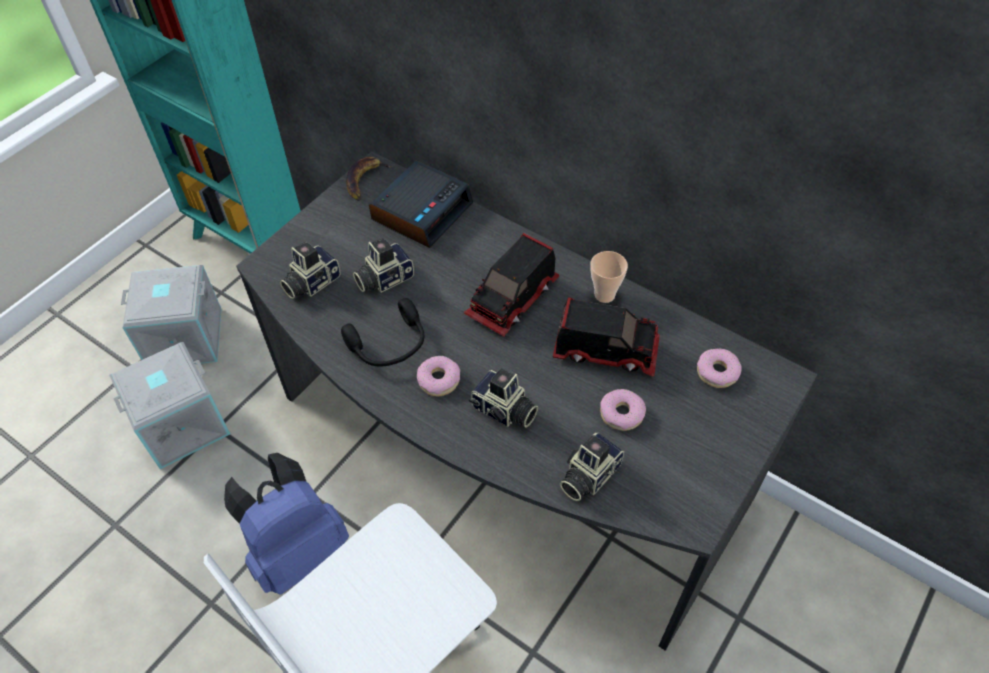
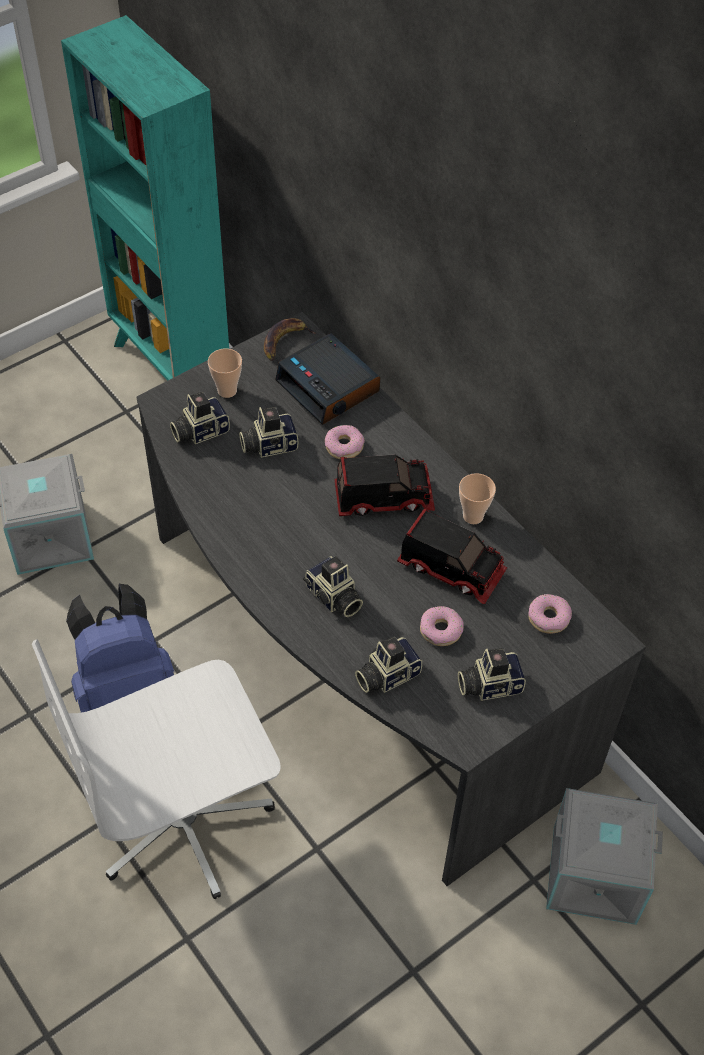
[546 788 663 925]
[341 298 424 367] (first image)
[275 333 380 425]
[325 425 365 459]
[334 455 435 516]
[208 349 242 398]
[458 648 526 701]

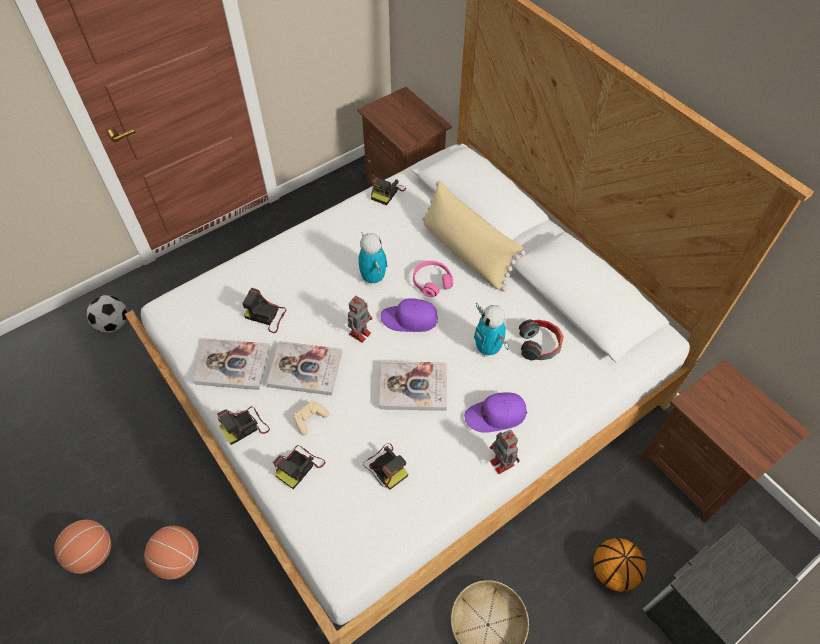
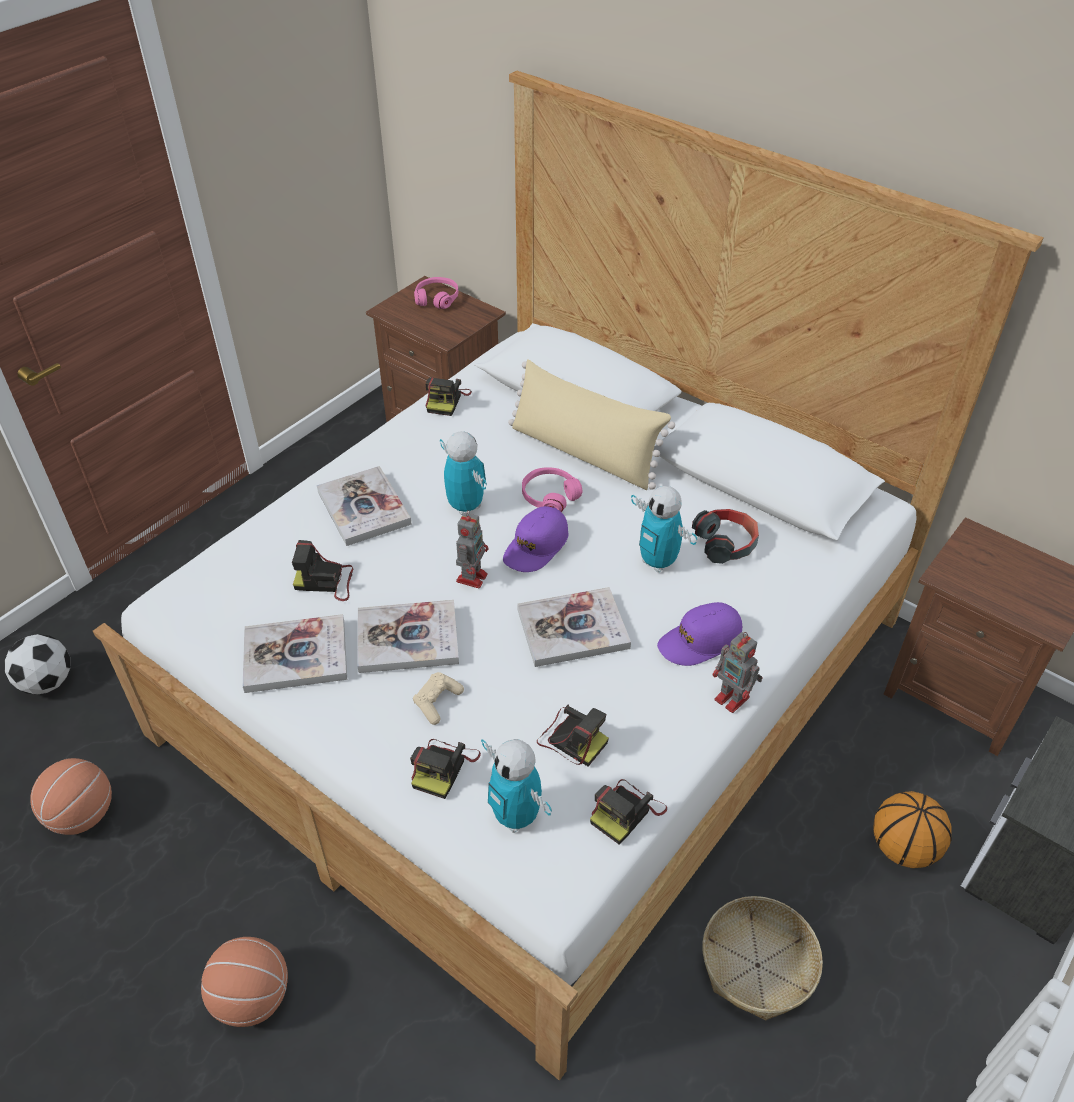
[30 758 112 835]
[590 779 667 844]
[503 506 568 572]
[317 466 412 546]
[414 277 458 309]
[481 739 552 833]

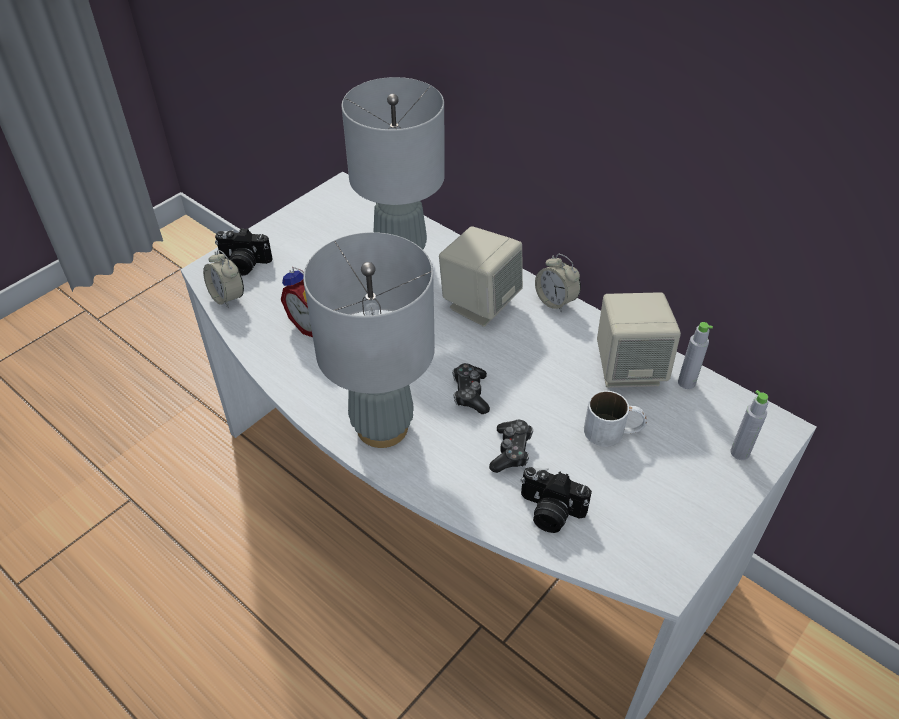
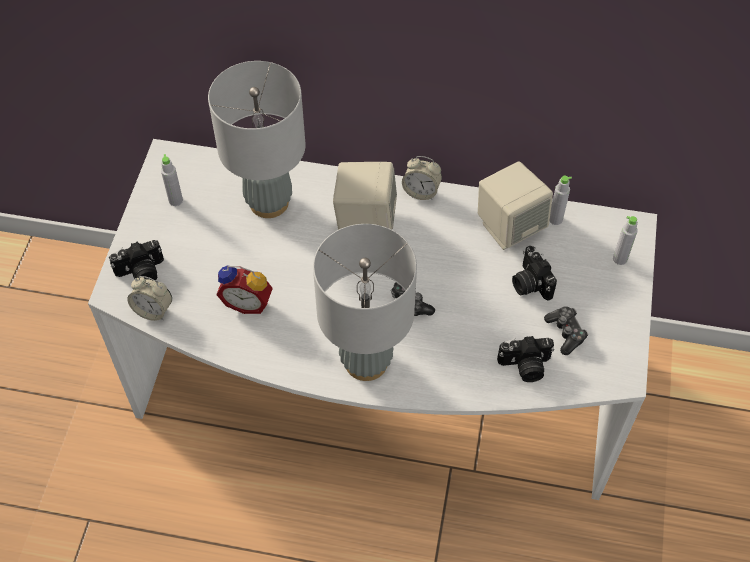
[544 306 588 355]
[512 246 557 300]
[161 154 183 206]

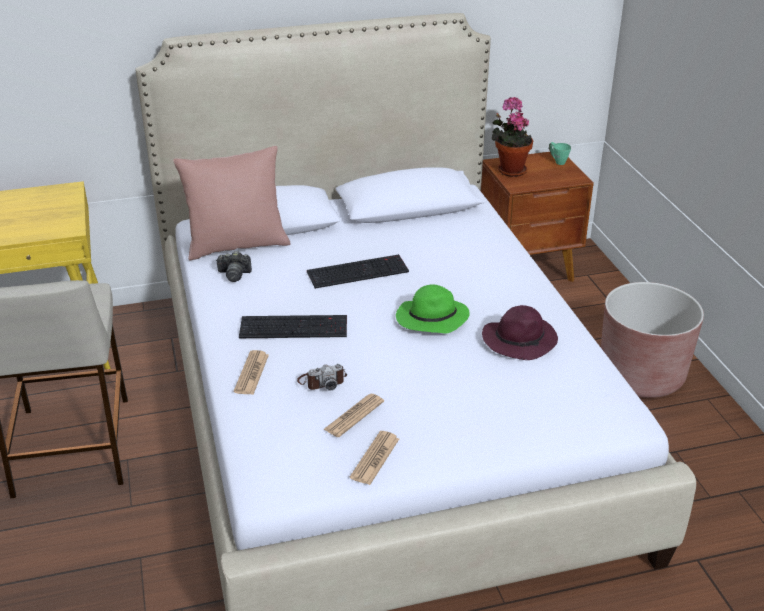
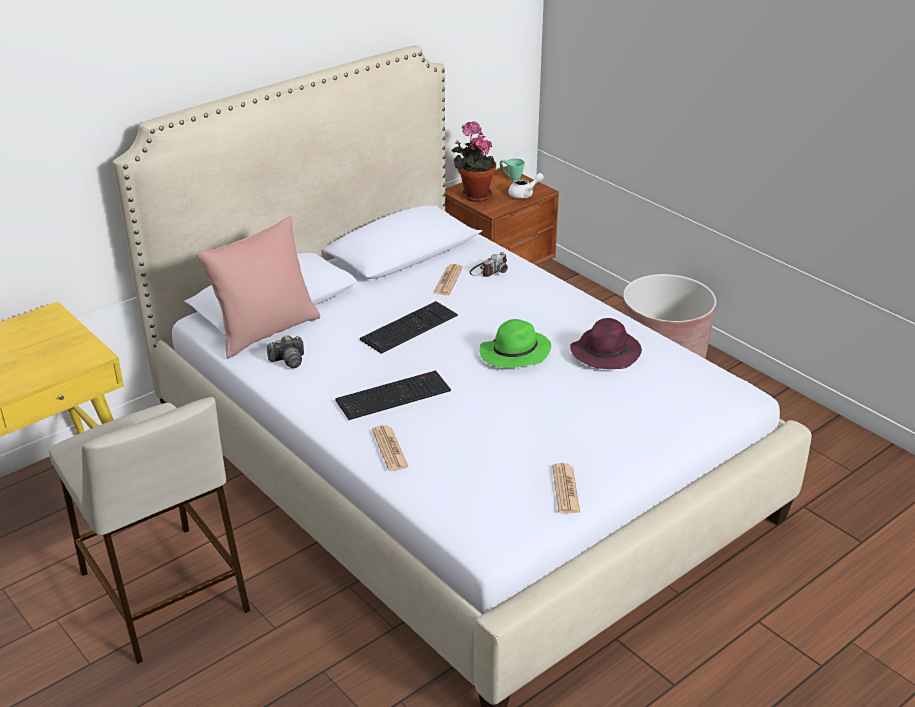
[469 252 508 277]
[434 264 463 295]
[508 173 544 199]

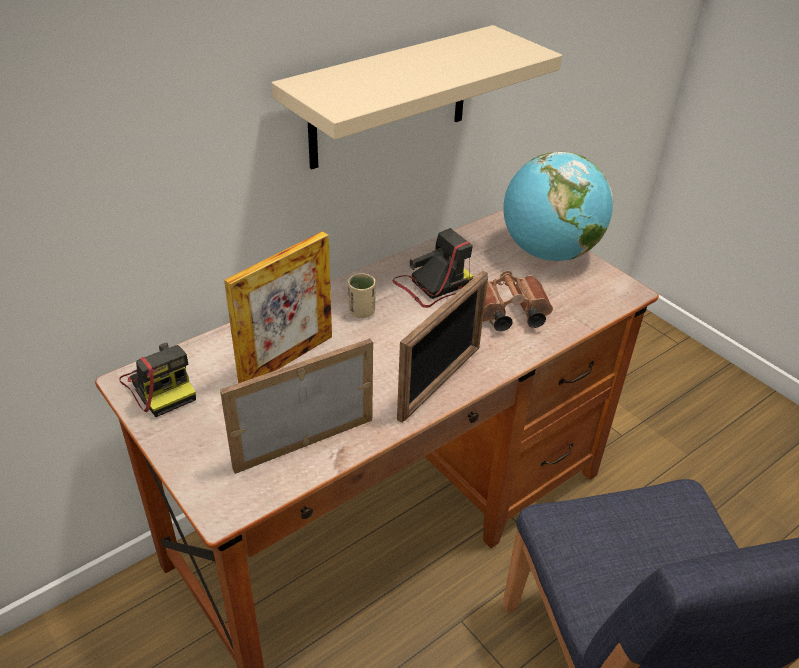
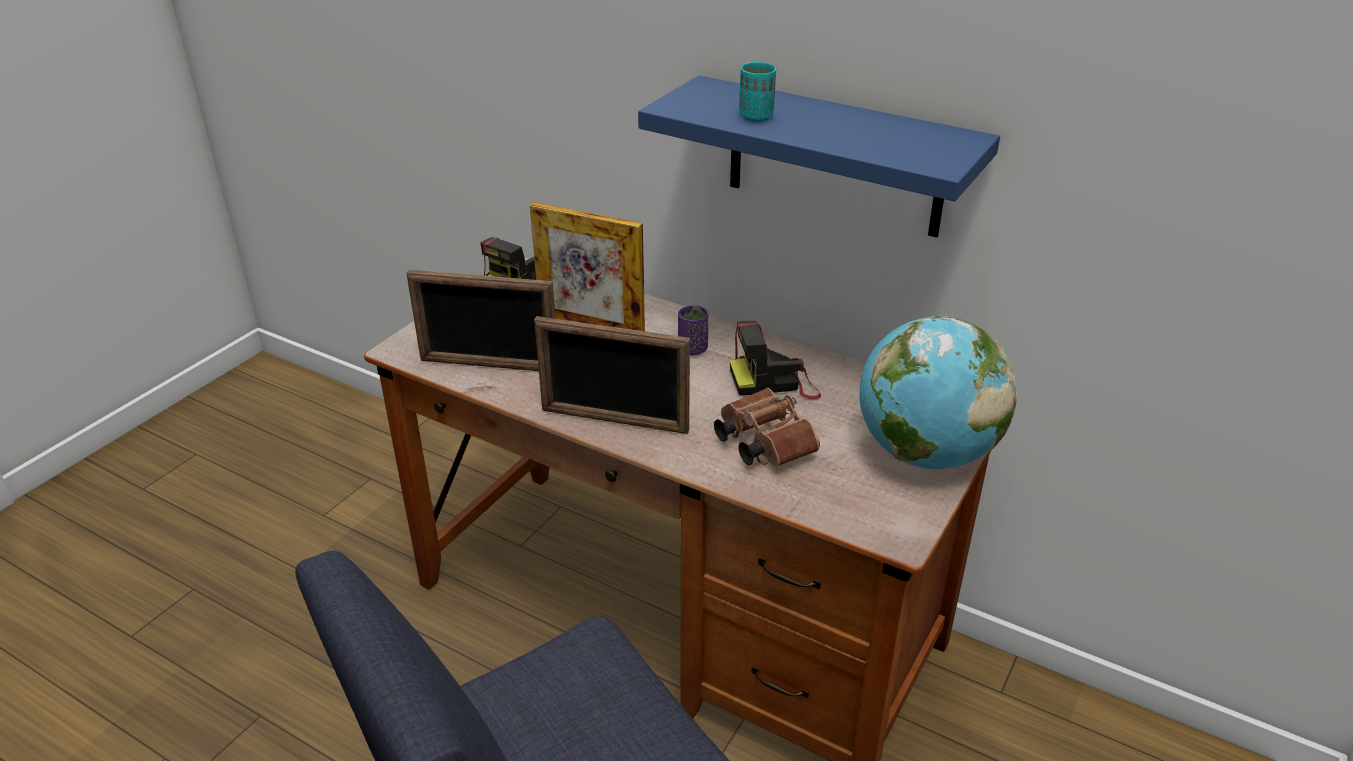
[406 270 555 371]
[638 75 1000 238]
[678 305 708 355]
[730 321 821 399]
[739 62 776 122]

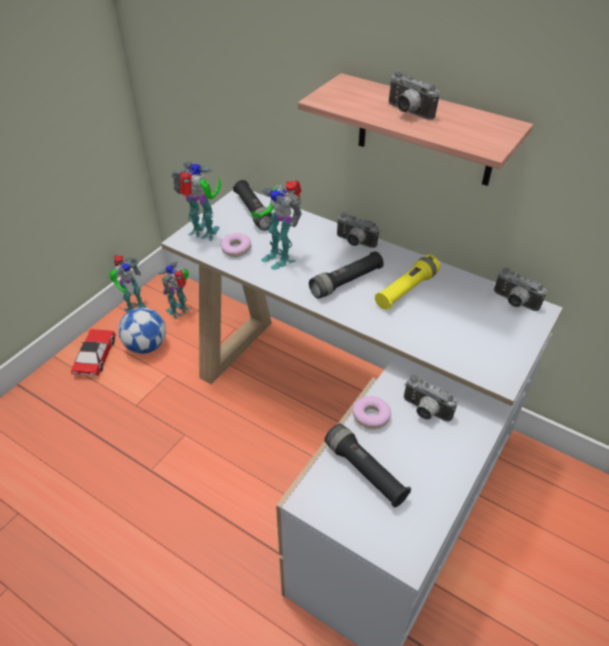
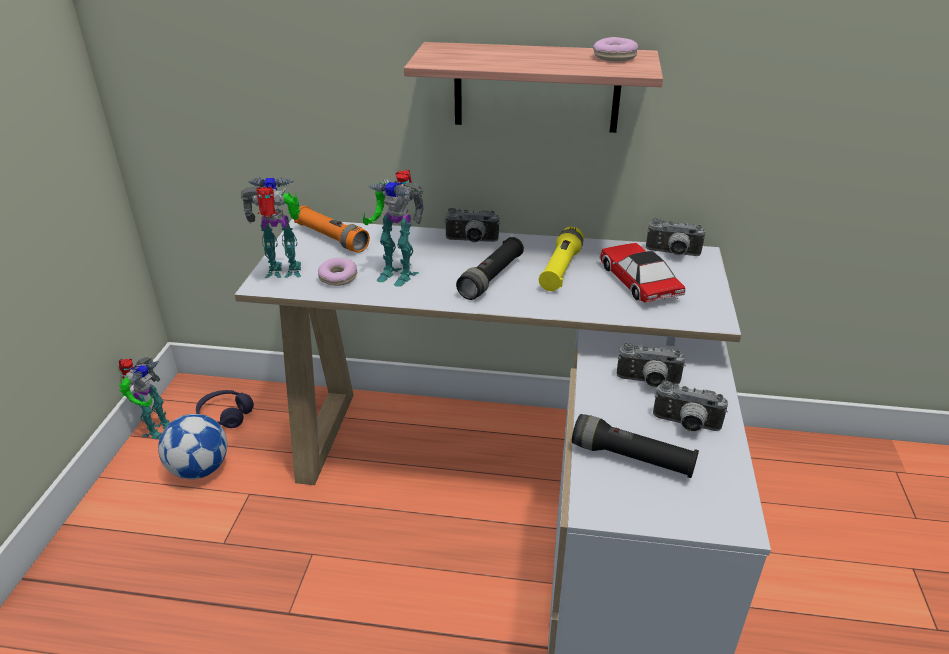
[599 243 685 303]
[196 390 254 428]
[294 206 370 253]
[593 37 638 62]
[653 380 728 432]

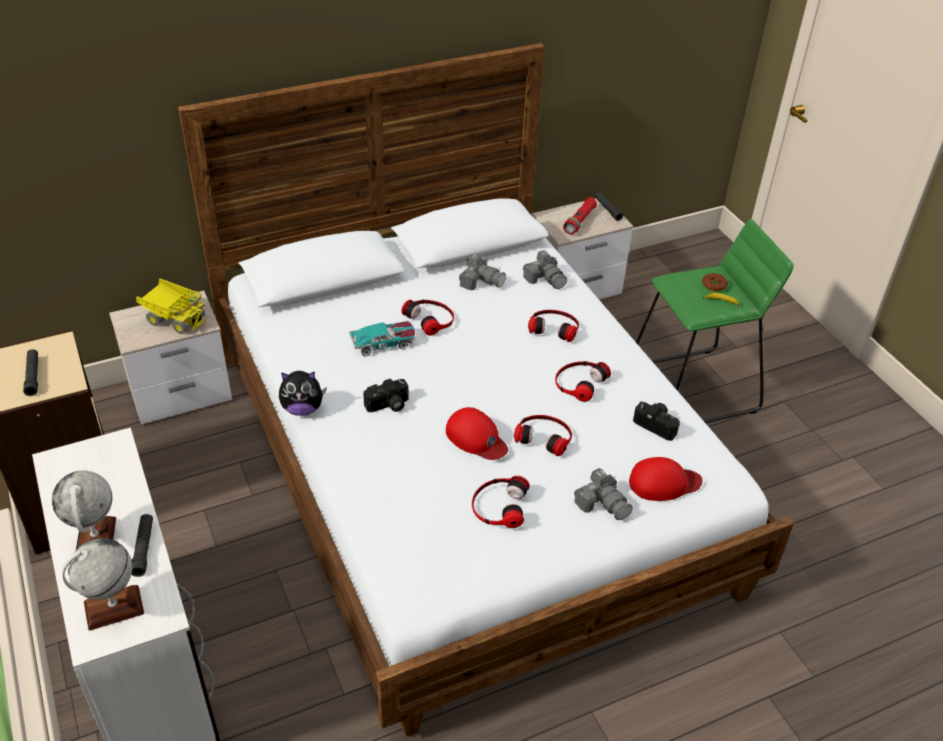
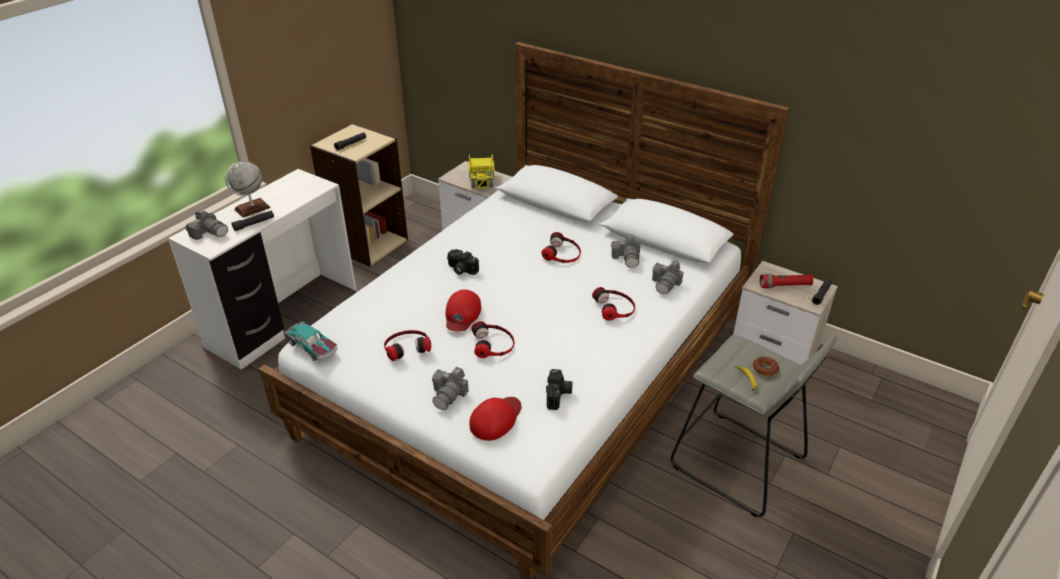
[185 209 228 240]
[279 371 327 416] (first image)
[285 321 337 361]
[555 361 611 402] (first image)
[470 397 521 441]
[671 335 837 517]

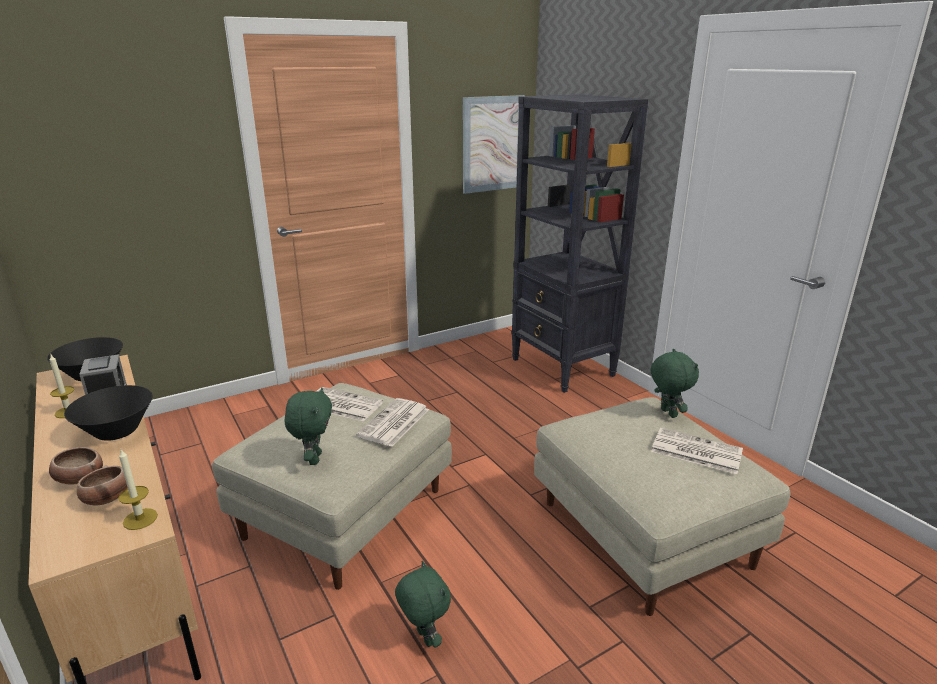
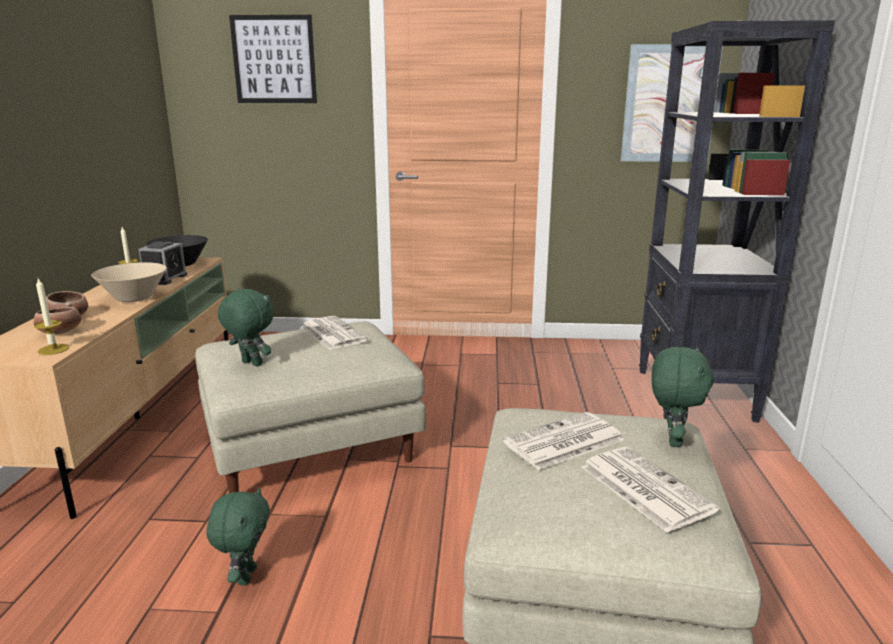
[92 262 167 302]
[218 288 274 367]
[503 412 624 470]
[229 15 317 103]

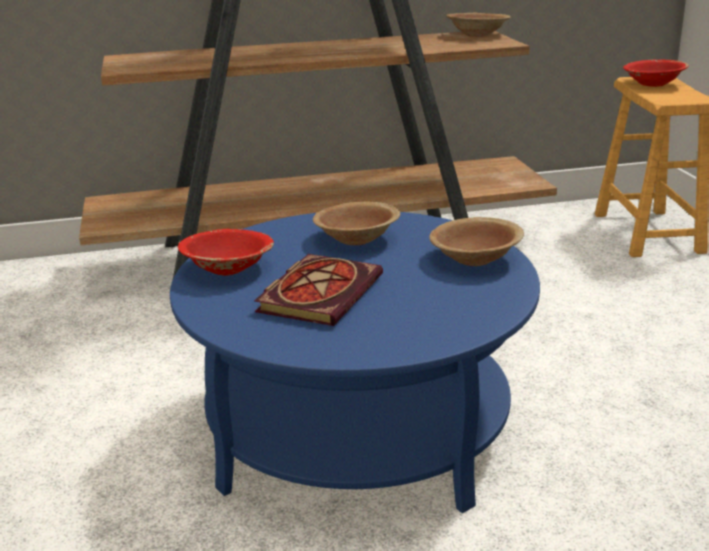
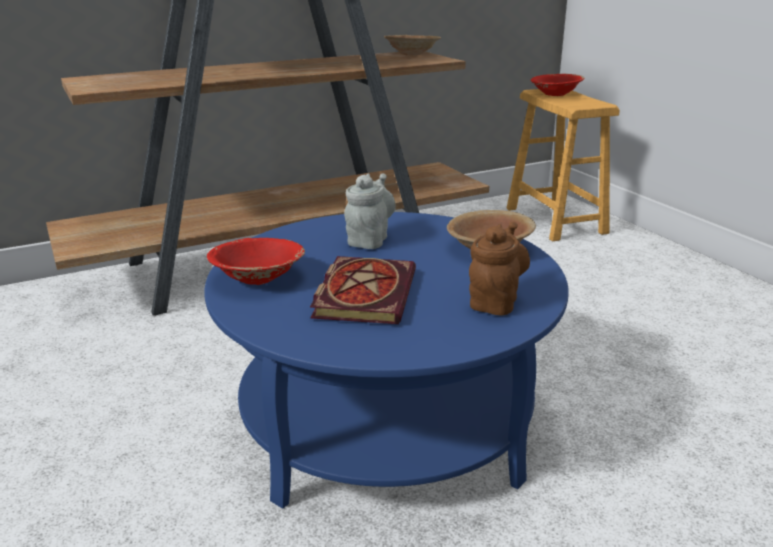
[344 173 396 249]
[469 222 530 316]

